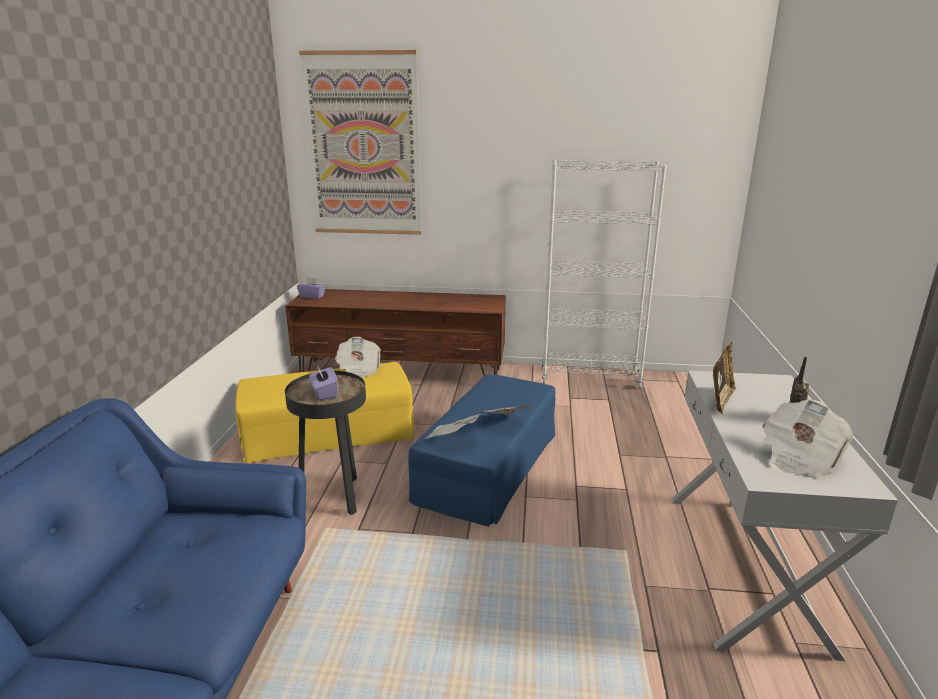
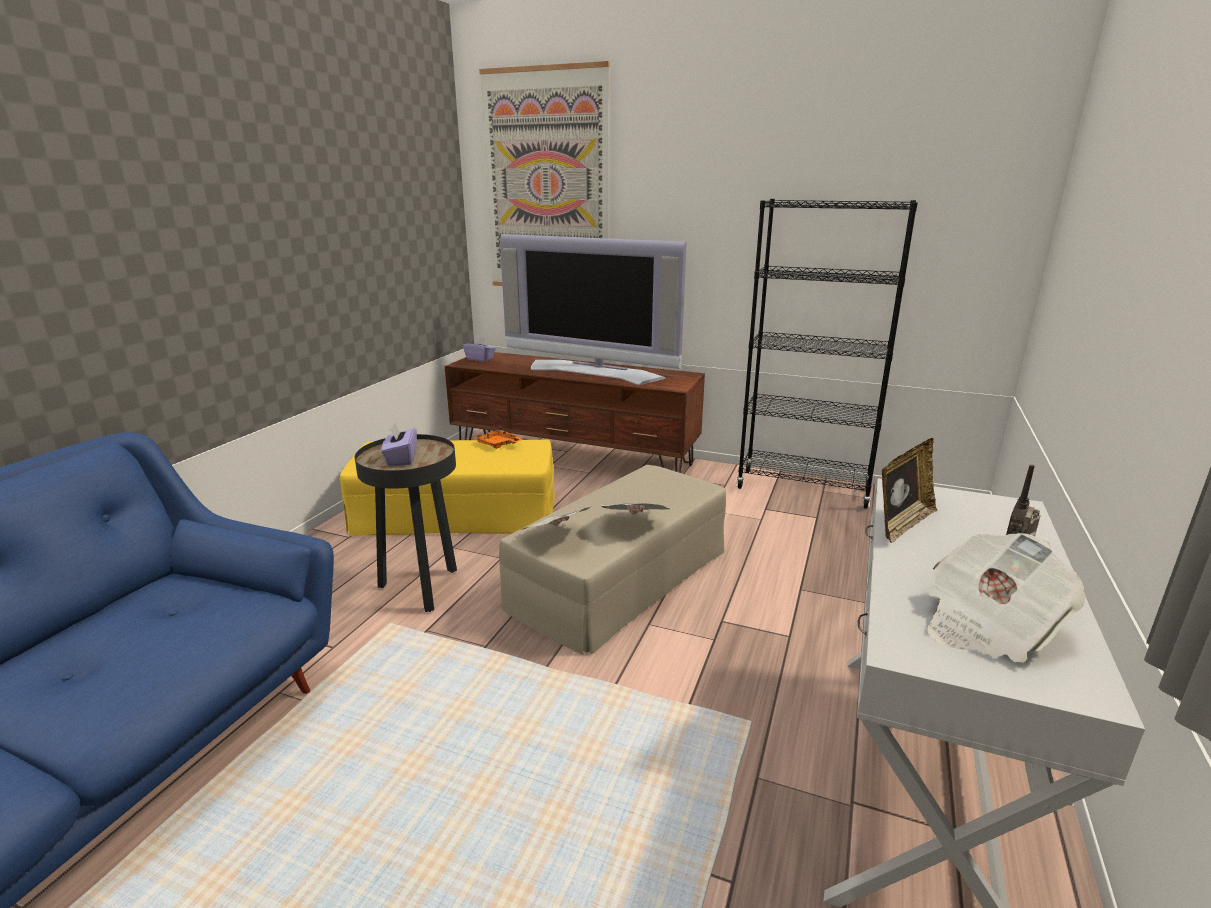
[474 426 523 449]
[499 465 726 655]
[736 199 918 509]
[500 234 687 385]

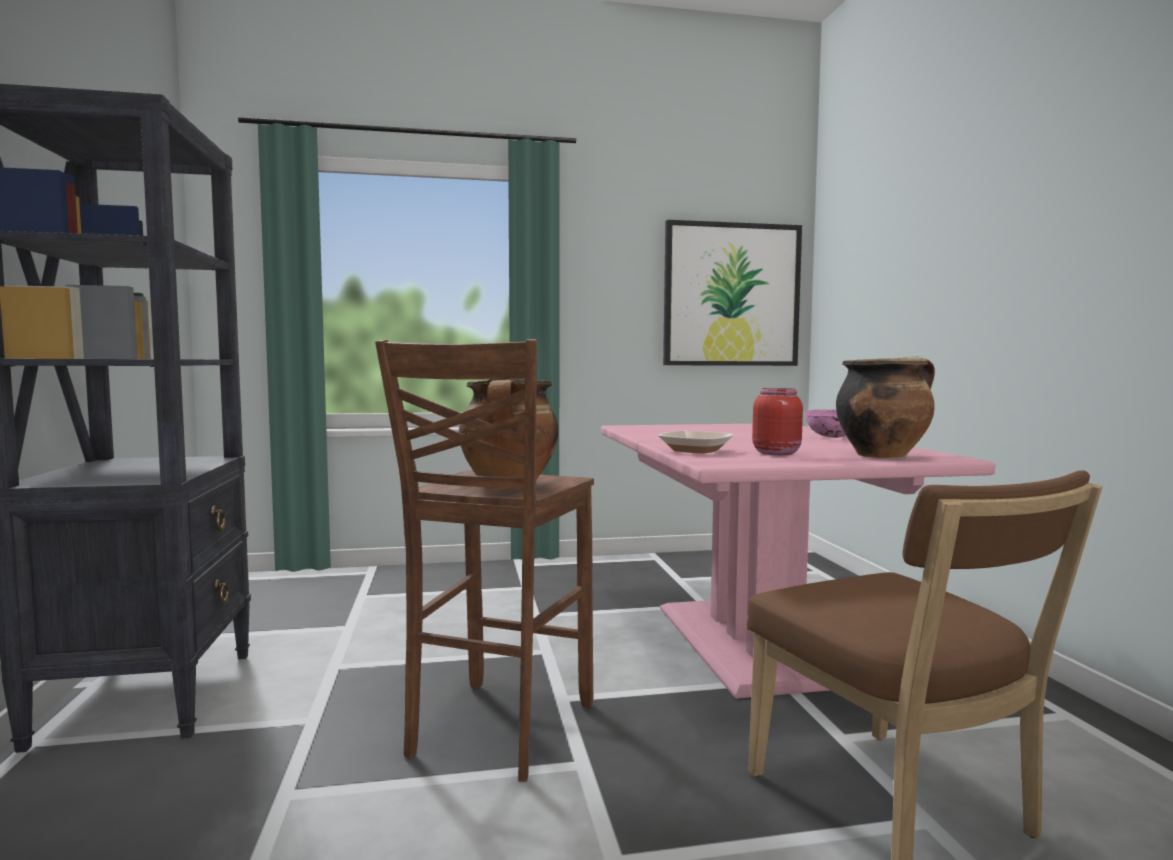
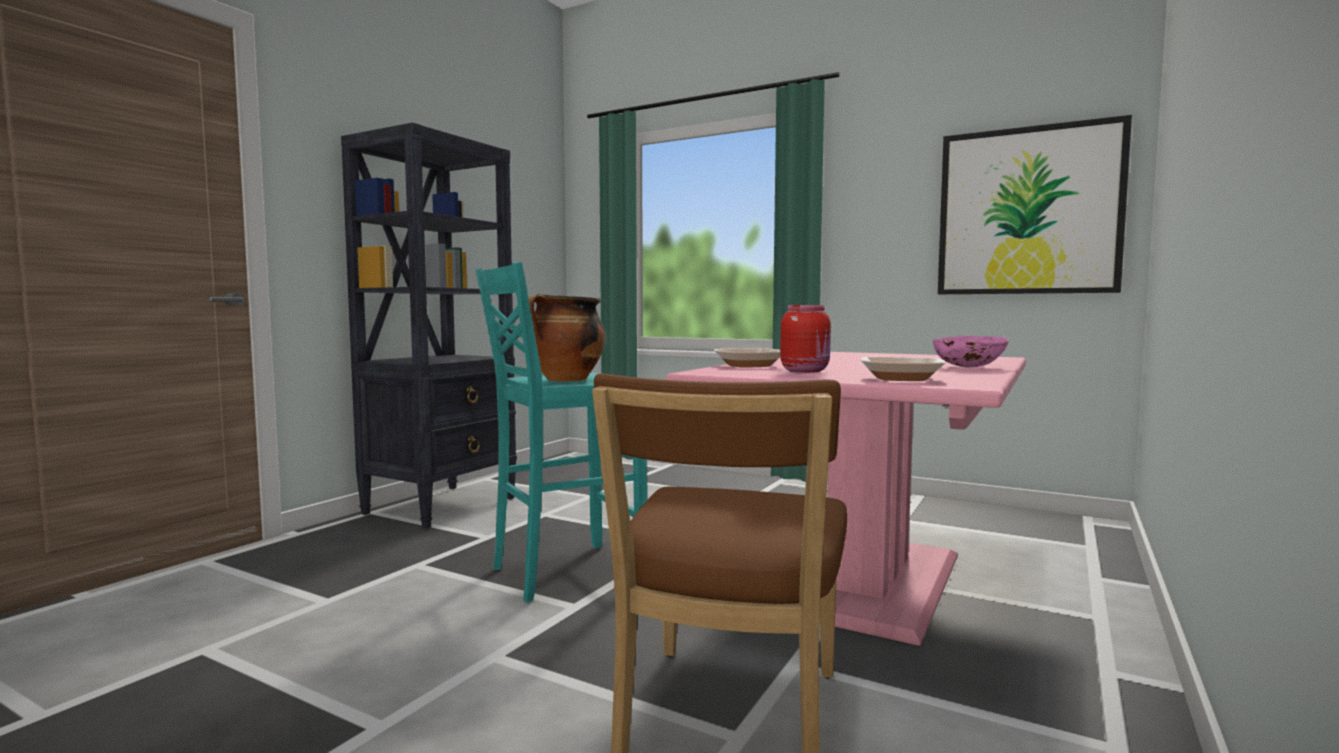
[475 262 647 602]
[860 357 946 381]

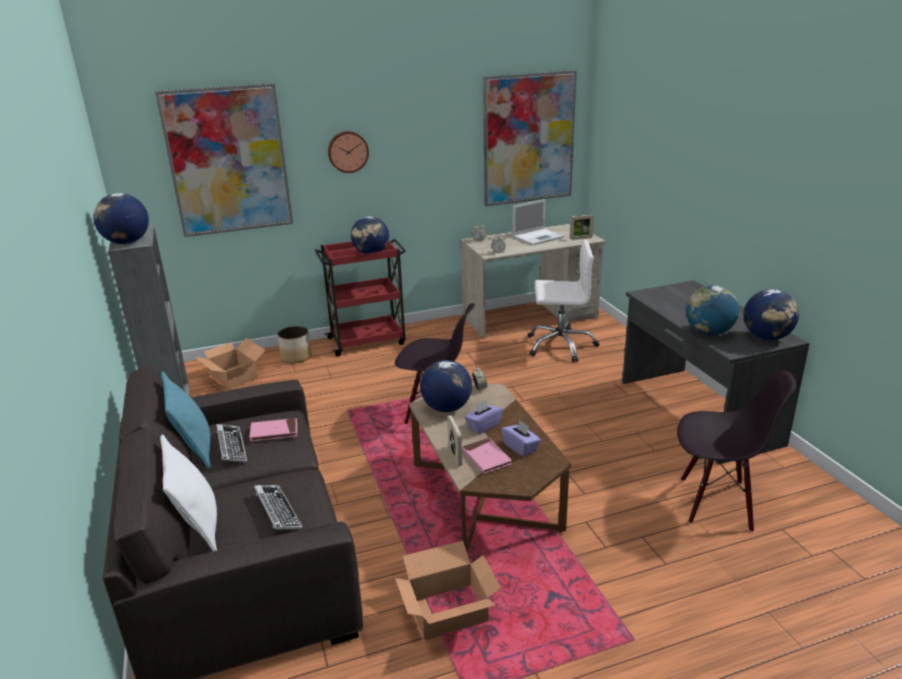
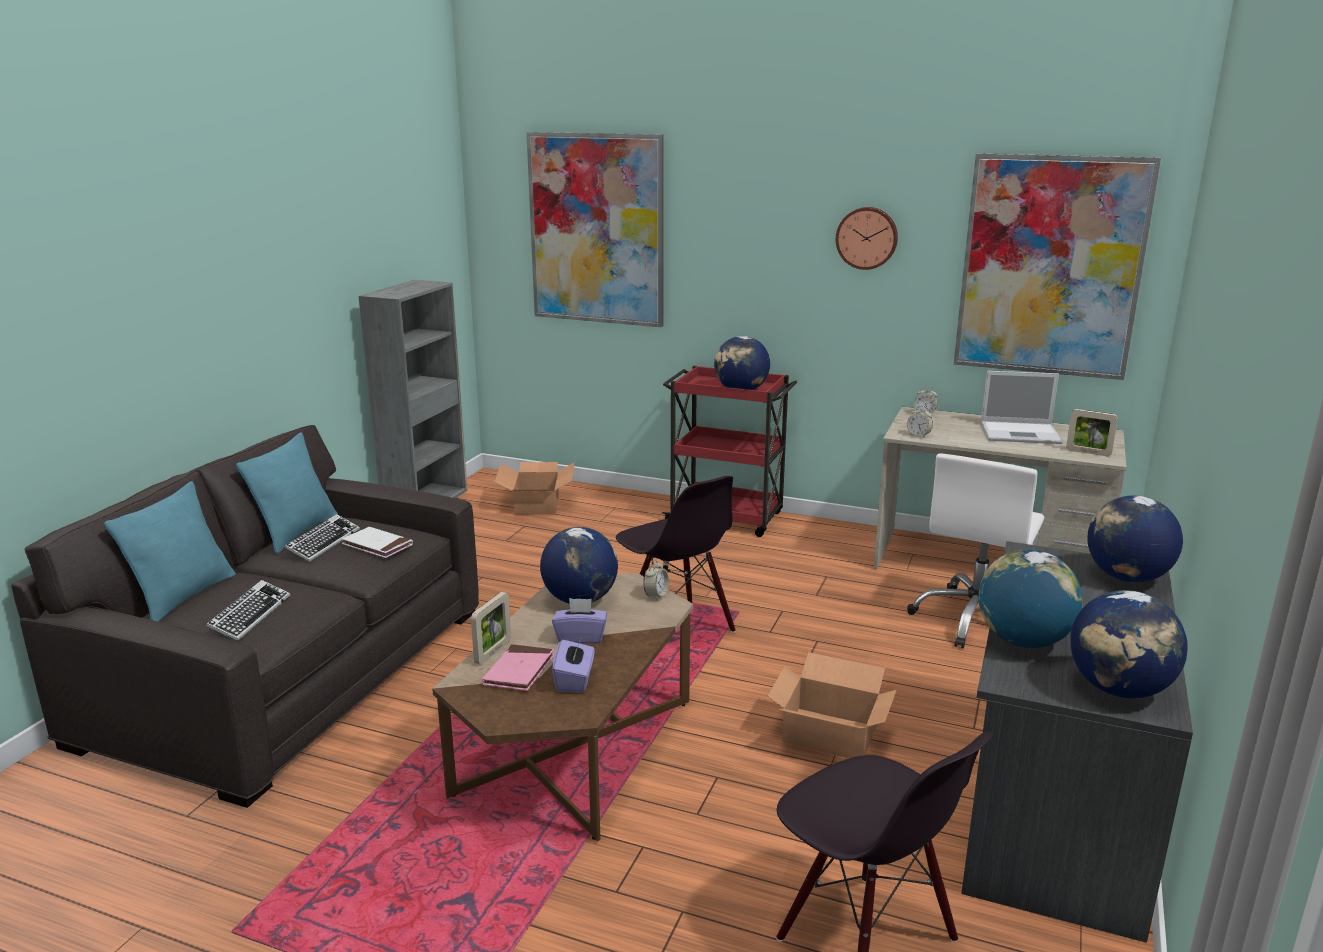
[1088 495 1183 583]
[104 481 236 622]
[342 527 413 558]
[277 326 312 363] (first image)
[836 207 898 270]
[768 652 897 758]
[907 454 1044 648]

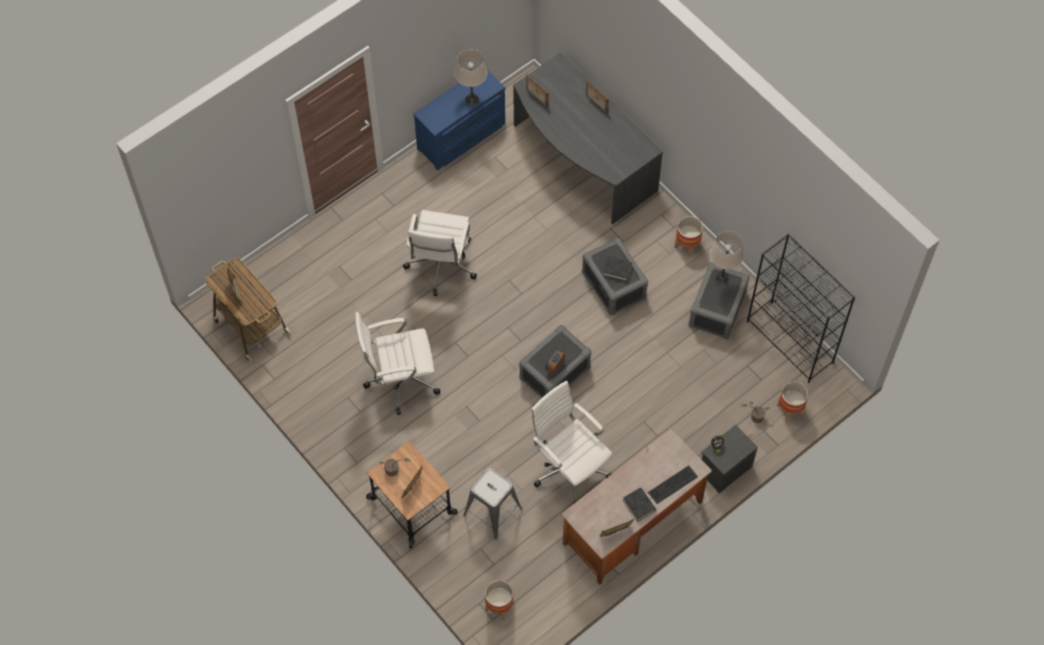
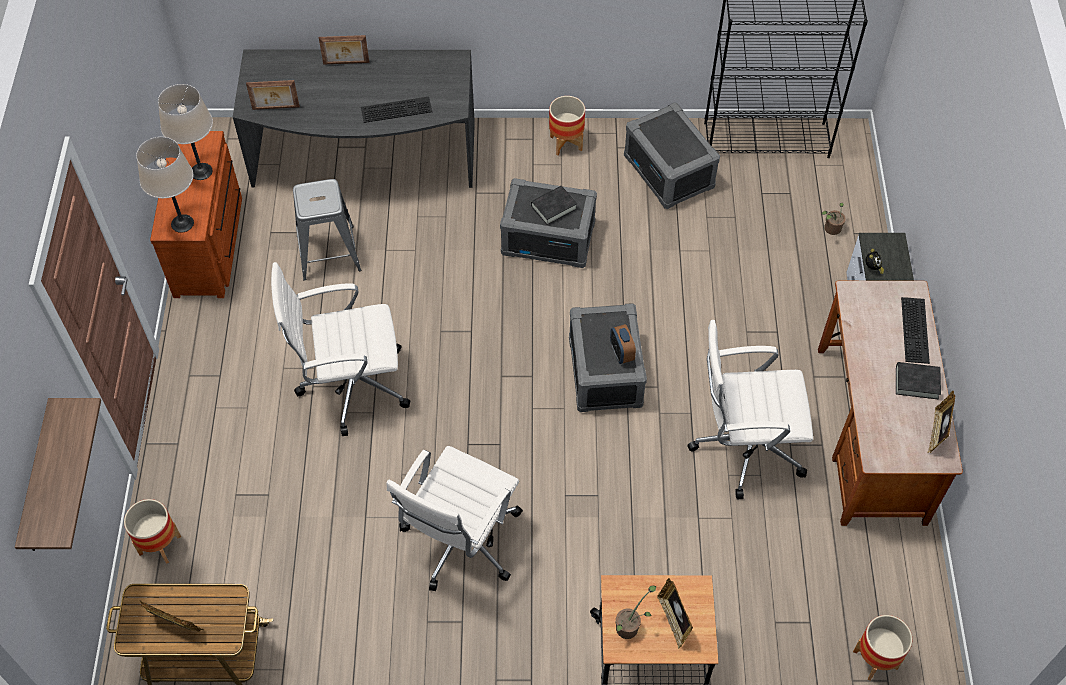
[271 262 410 436]
[150 131 242 298]
[293 179 361 281]
[136 137 194 233]
[124 499 181 564]
[15 398 101 551]
[361 96 432 123]

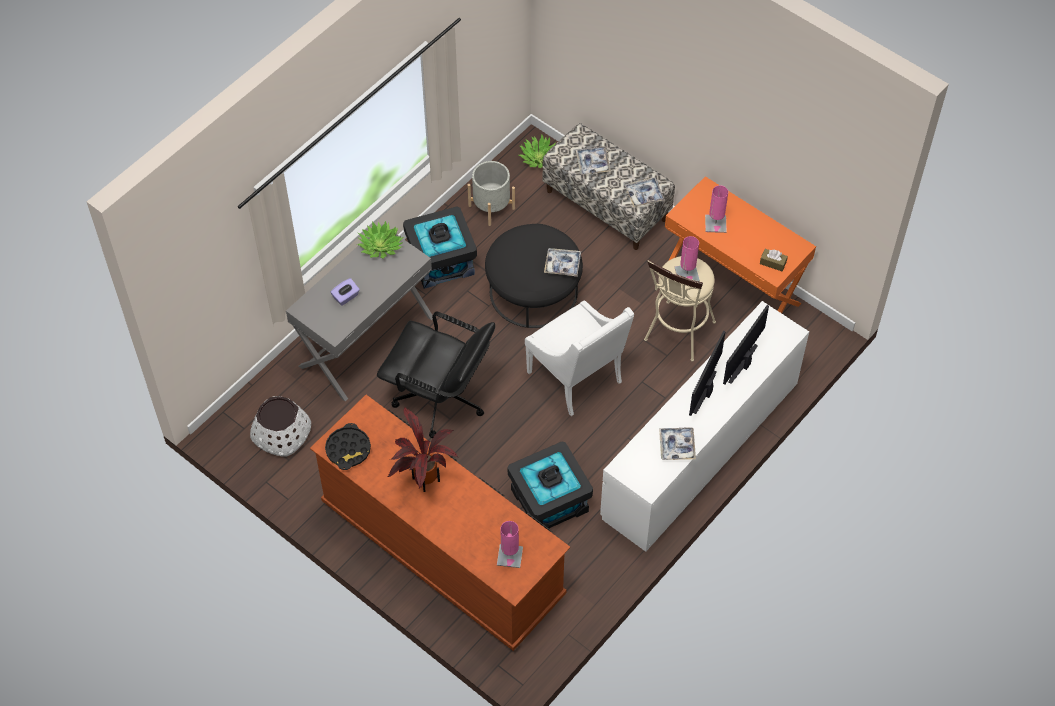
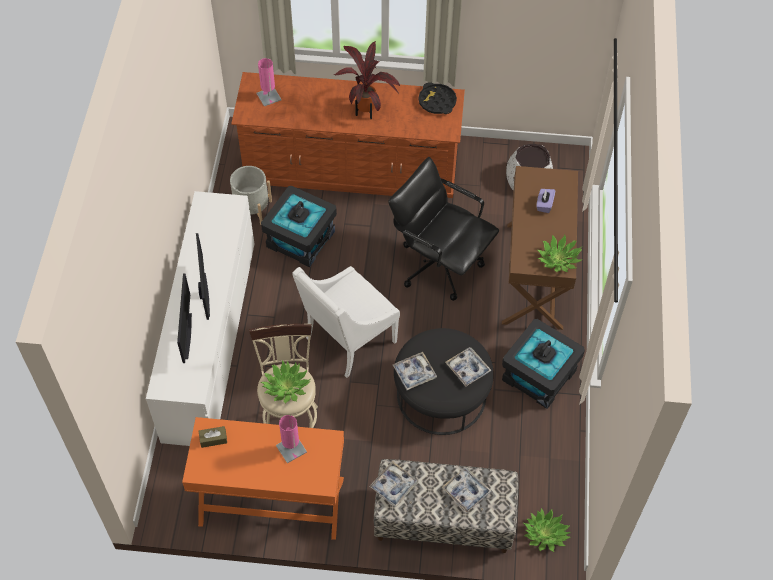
[502 166 578 330]
[388 157 499 301]
[230 166 272 225]
[292 266 400 378]
[445 347 491 387]
[261 361 311 403]

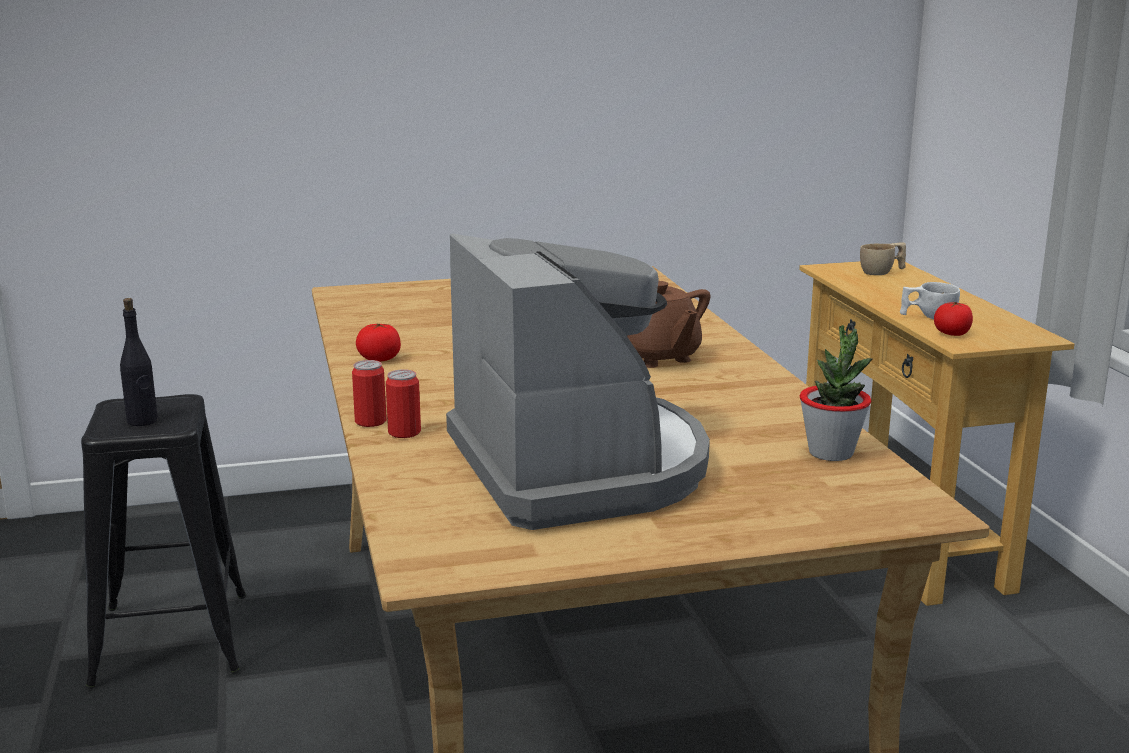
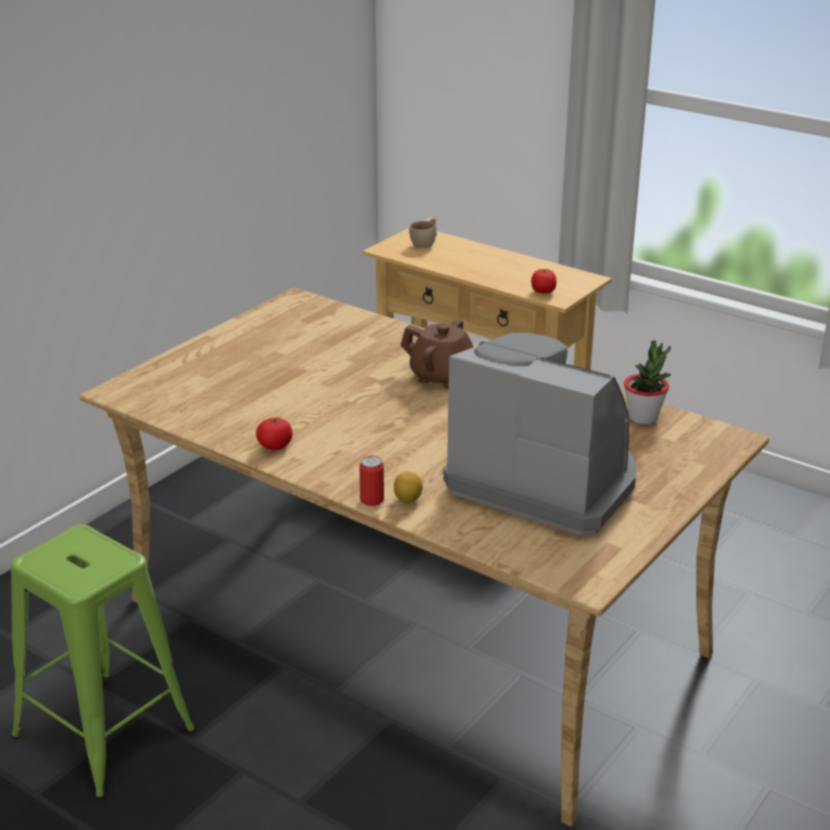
[10 525 196 799]
[120 298 158 426] (first image)
[394 471 422 503]
[900 282 960 319] (first image)

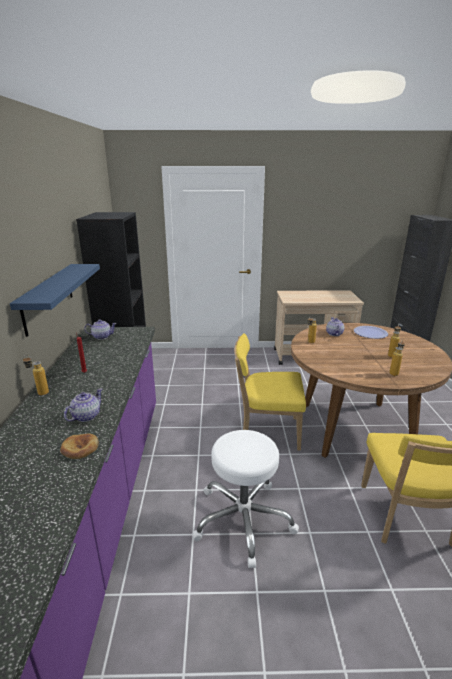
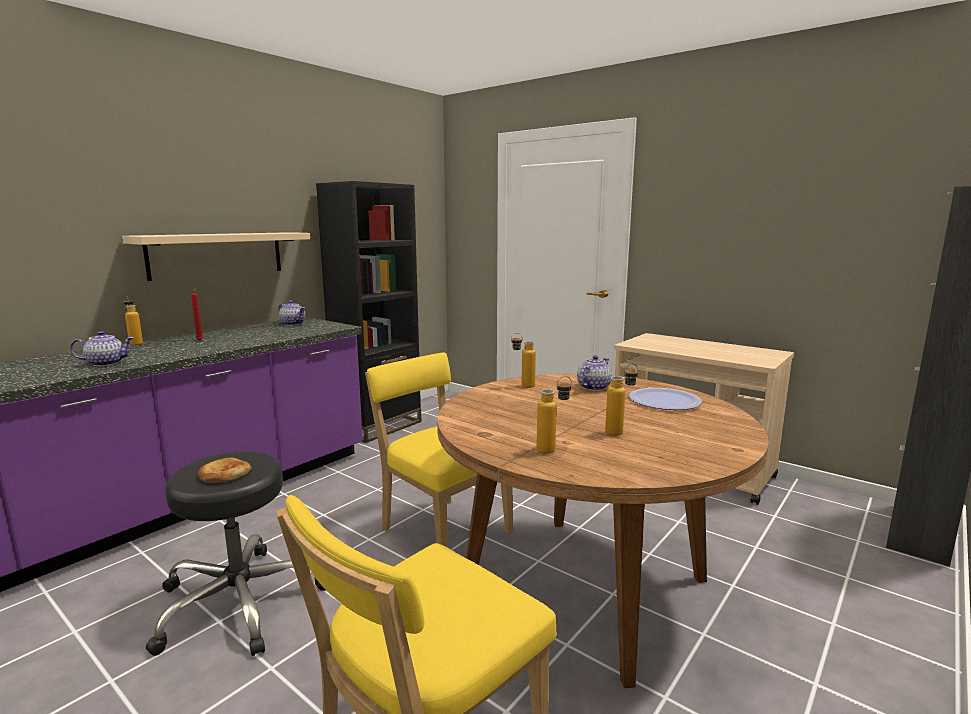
[122 232 310 281]
[198 457 252 483]
[146 452 325 656]

